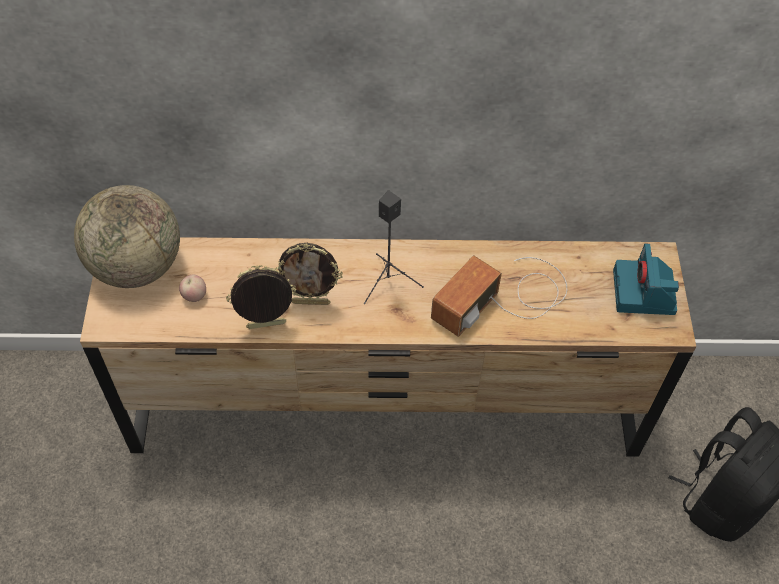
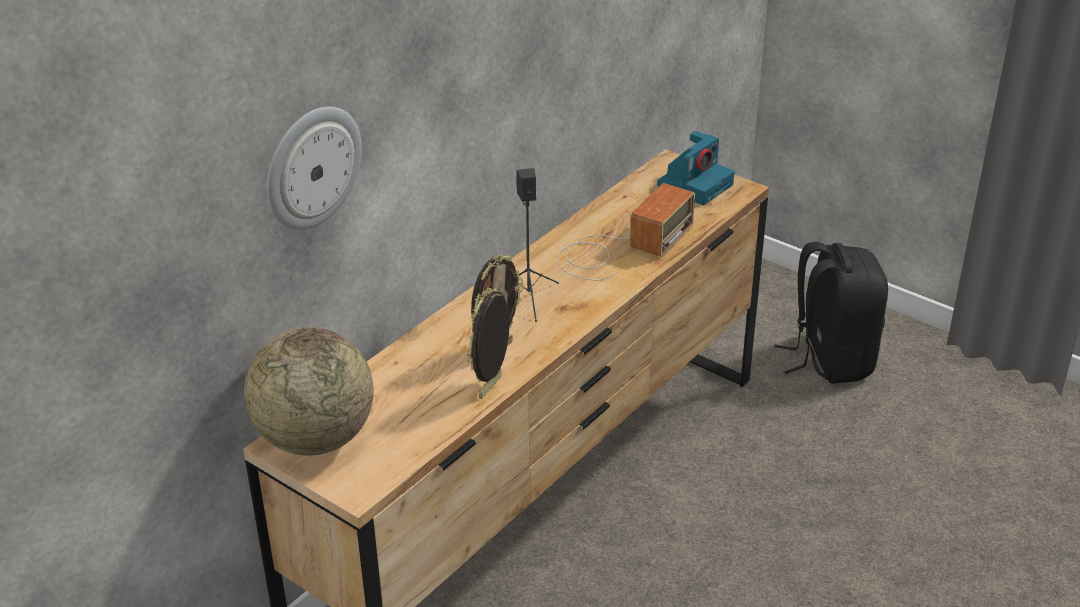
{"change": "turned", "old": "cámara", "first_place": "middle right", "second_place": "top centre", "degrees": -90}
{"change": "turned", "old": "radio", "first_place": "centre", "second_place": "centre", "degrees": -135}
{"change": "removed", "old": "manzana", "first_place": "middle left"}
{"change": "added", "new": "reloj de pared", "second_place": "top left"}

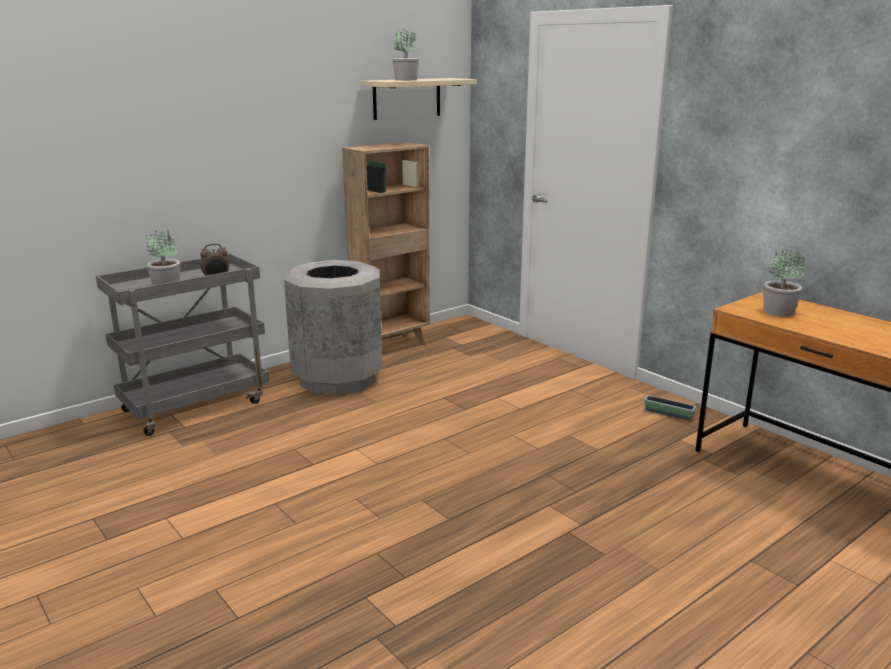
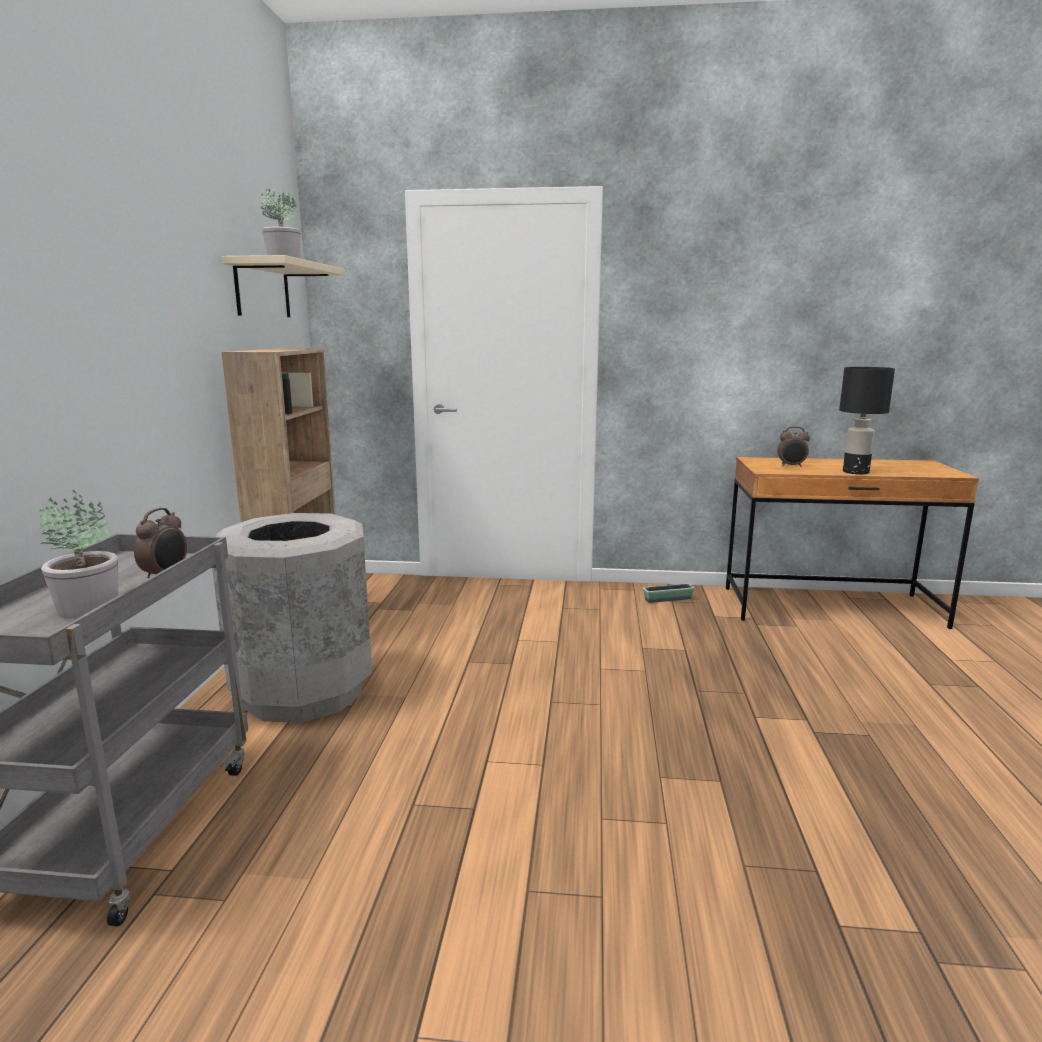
{"change": "replaced", "old": "planta en maceta (3rd from left)", "new": "despertador (2nd from left)", "first_place": "middle right", "second_place": "middle right"}
{"change": "added", "new": "lámpara de mesa (negro)", "second_place": "middle right"}

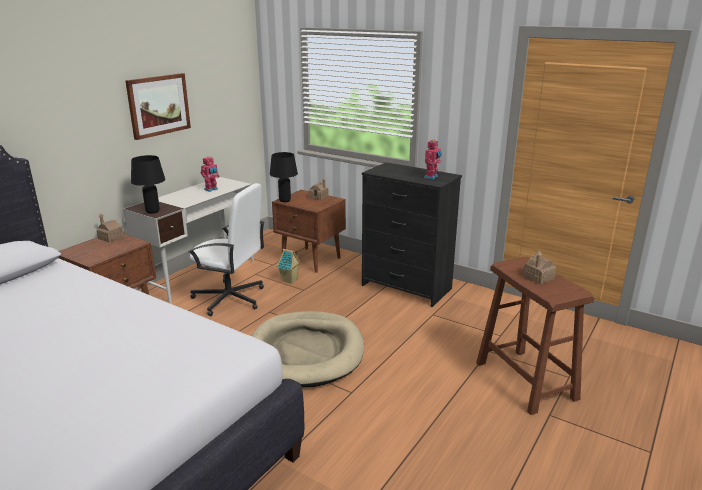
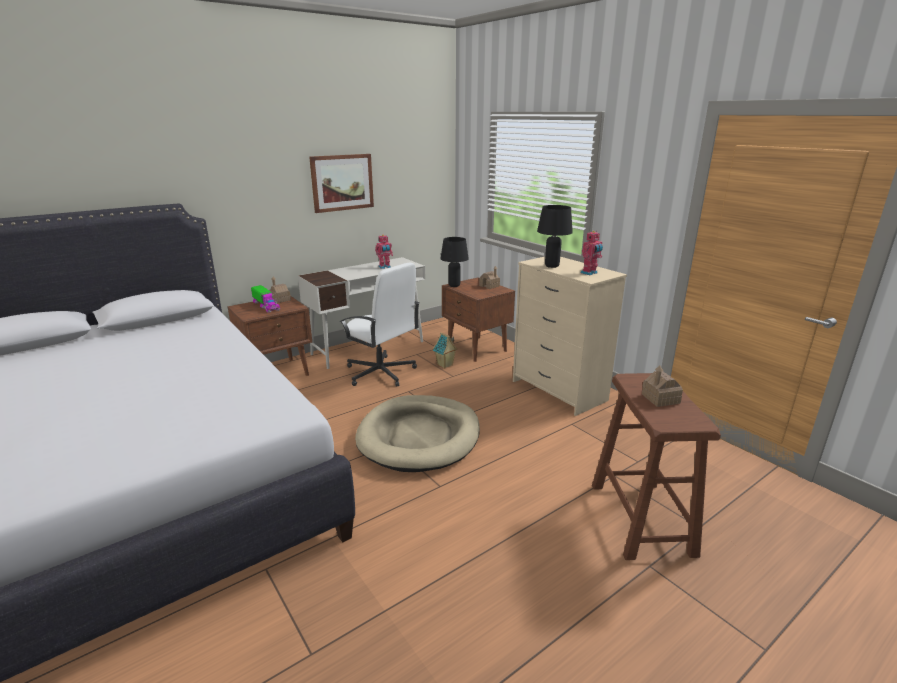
{"change": "moved", "old": "lámpara de mesa (negro) (1st from left in the first image)", "new": "lámpara de mesa (negro) (2nd from left)", "first_place": "middle left", "second_place": "centre"}
{"change": "recoloured", "old": "cómoda (negro)", "new": "cómoda (beis)", "first_place": "centre", "second_place": "centre"}
{"change": "added", "new": "camión de juguete", "second_place": "middle left"}

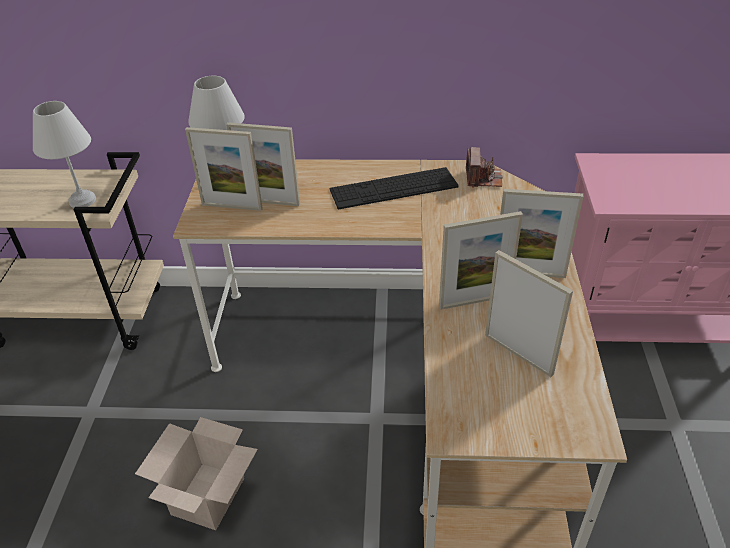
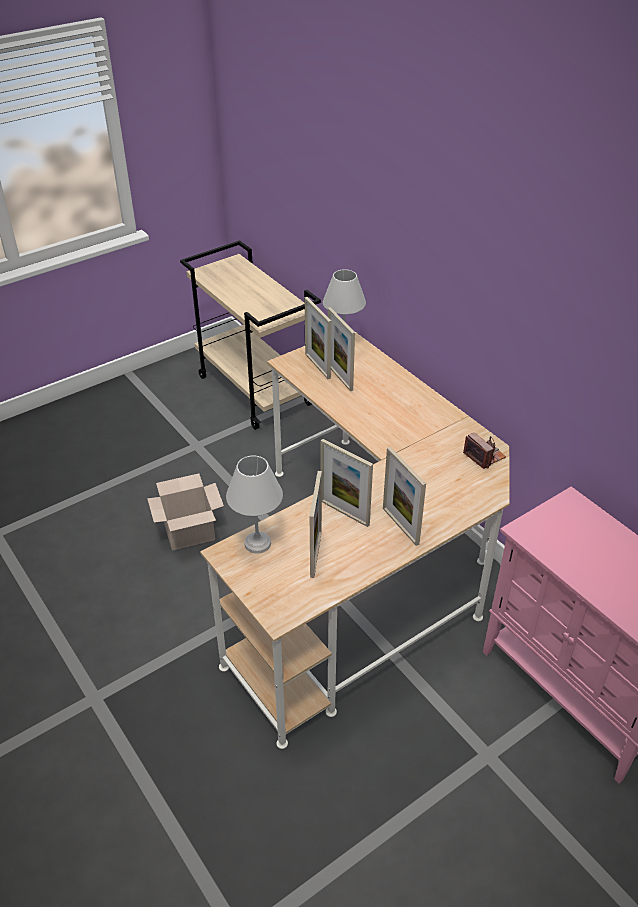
{"change": "moved", "old": "lámpara de mesa (blanco) (1st from left)", "first_place": "top left", "second_place": "centre"}
{"change": "turned", "old": "cámara", "first_place": "top centre", "second_place": "middle right", "degrees": -90}
{"change": "removed", "old": "teclado", "first_place": "centre"}

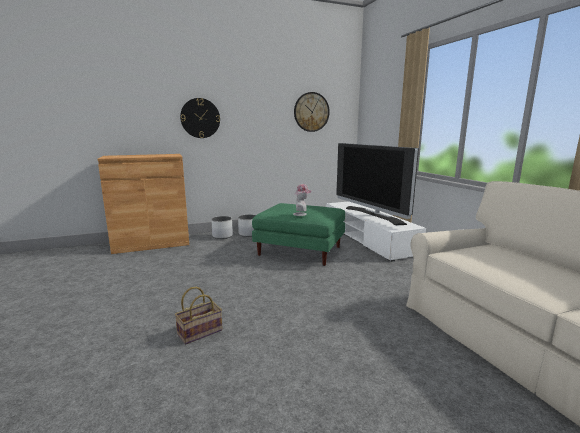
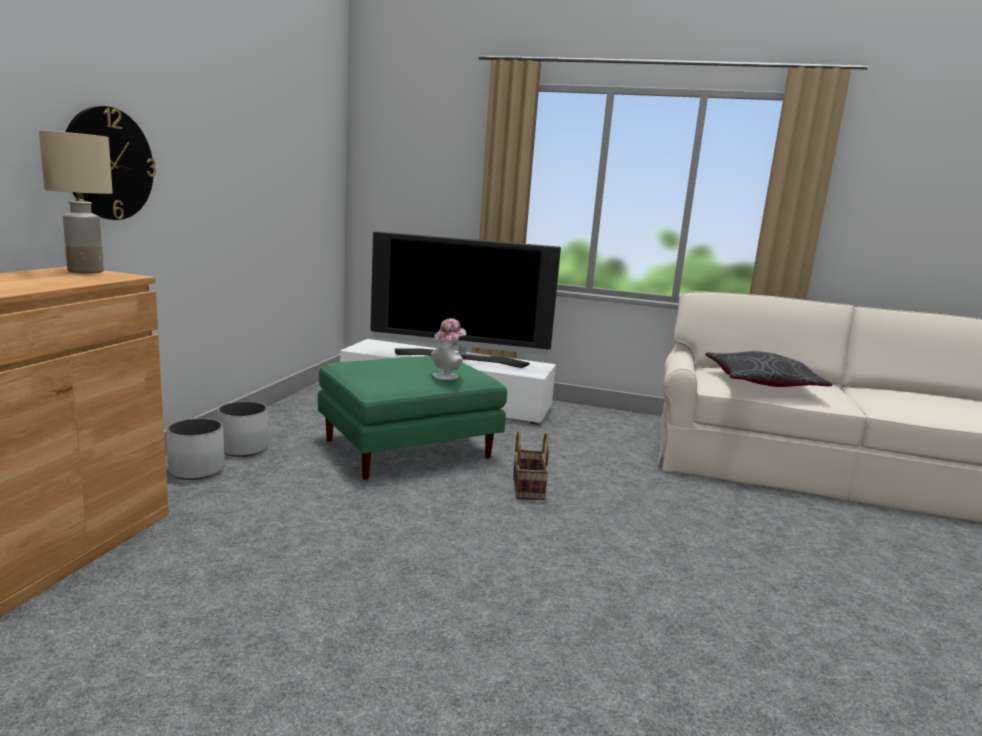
{"change": "removed", "old": "reloj de pared (2nd from left)", "first_place": "top centre"}
{"change": "moved", "old": "cesta", "first_place": "bottom centre", "second_place": "centre"}
{"change": "added", "new": "lámpara de mesa (beis)", "second_place": "top left"}
{"change": "added", "new": "cojín (gris)", "second_place": "middle right"}

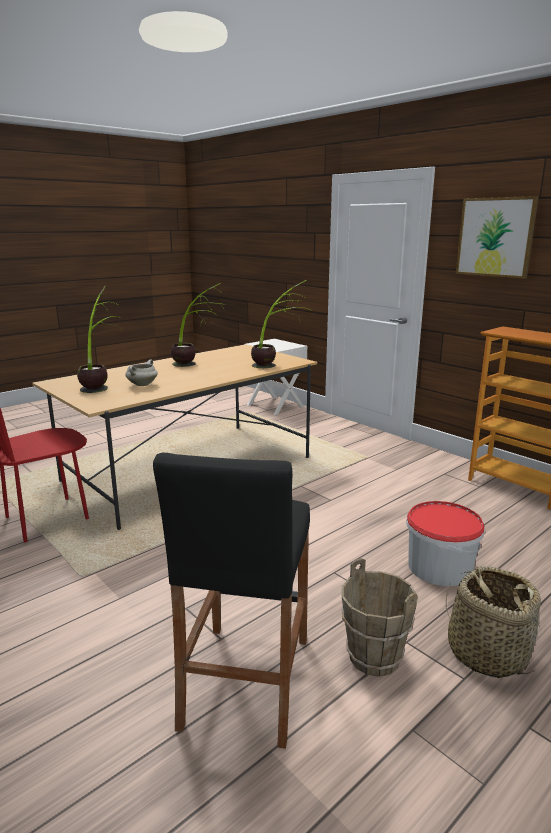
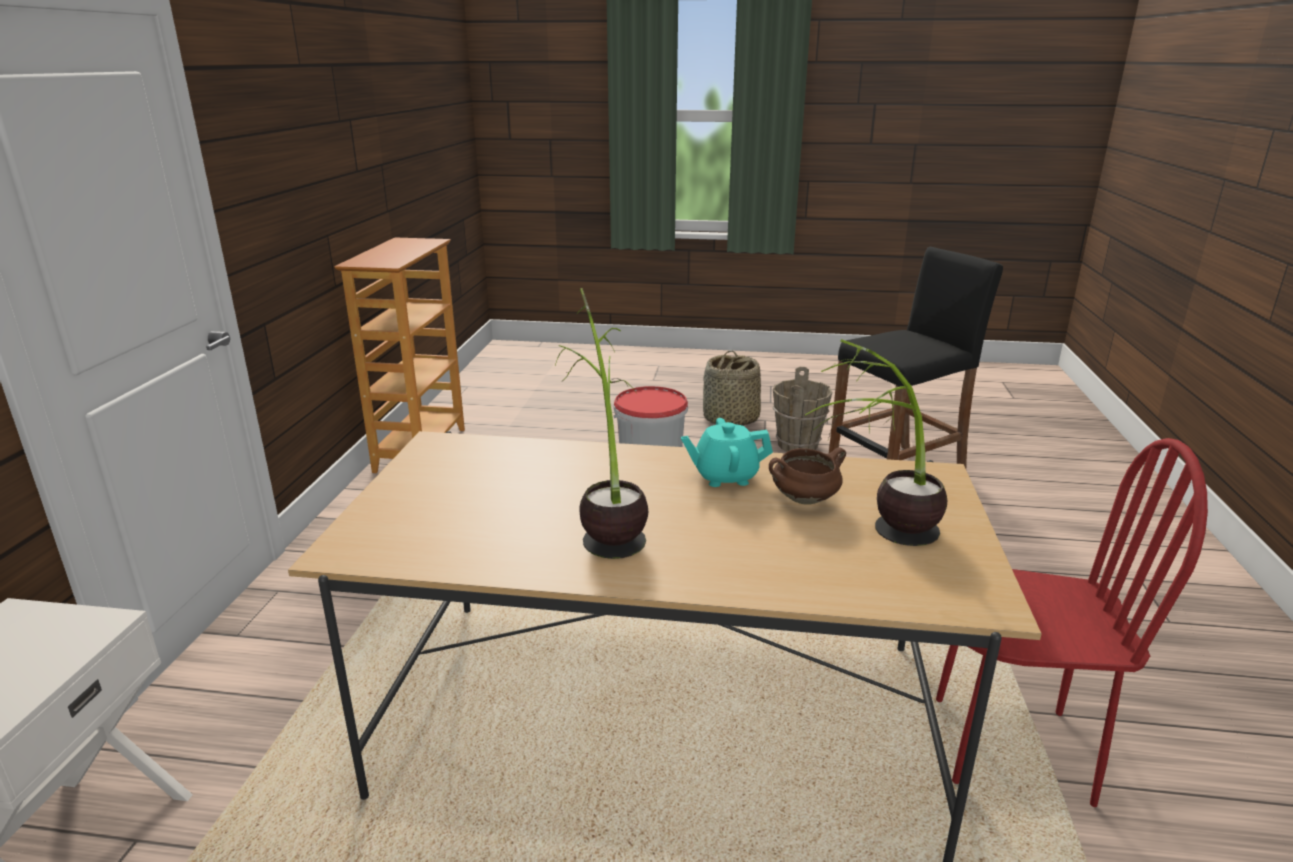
{"change": "removed", "old": "cuadro", "first_place": "top right"}
{"change": "removed", "old": "planta en maceta (3rd from left)", "first_place": "centre"}
{"change": "recoloured", "old": "olla (blanco)", "new": "olla (marrón)", "first_place": "middle left", "second_place": "centre"}
{"change": "added", "new": "tetera (turquesa)", "second_place": "centre"}

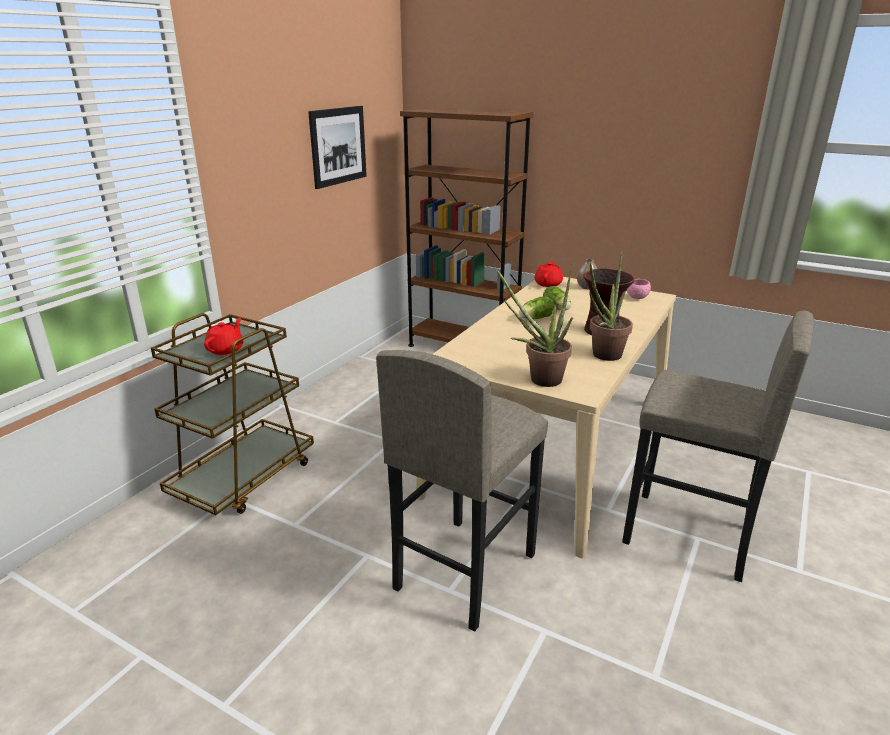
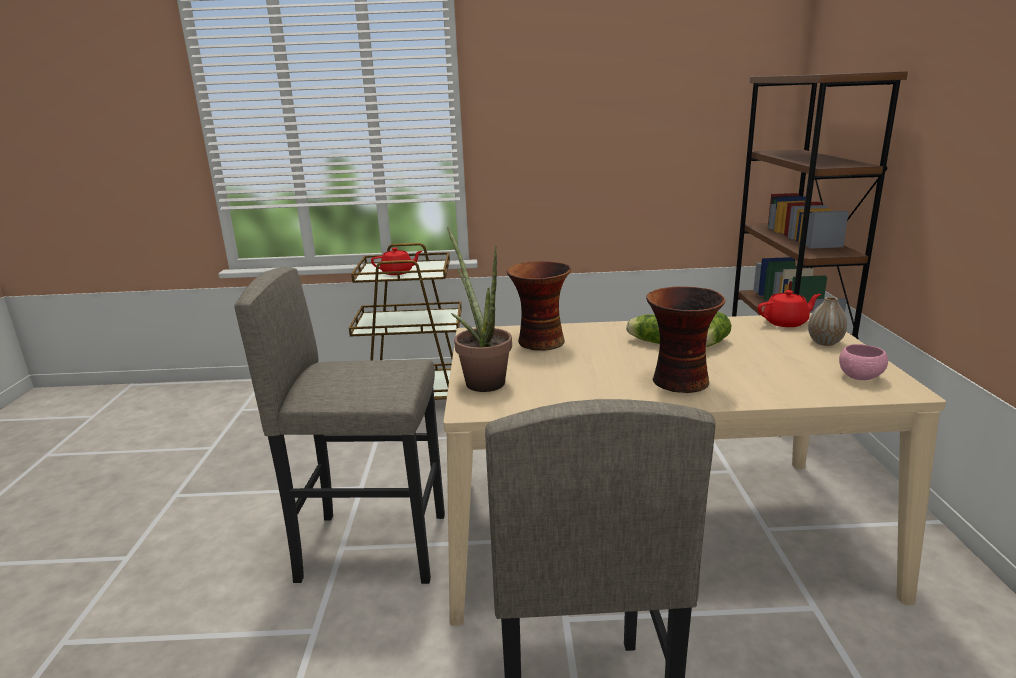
{"change": "removed", "old": "cuadro", "first_place": "top centre"}
{"change": "removed", "old": "planta en maceta (2nd from left)", "first_place": "middle right"}
{"change": "added", "new": "florero (1st from left)", "second_place": "centre"}

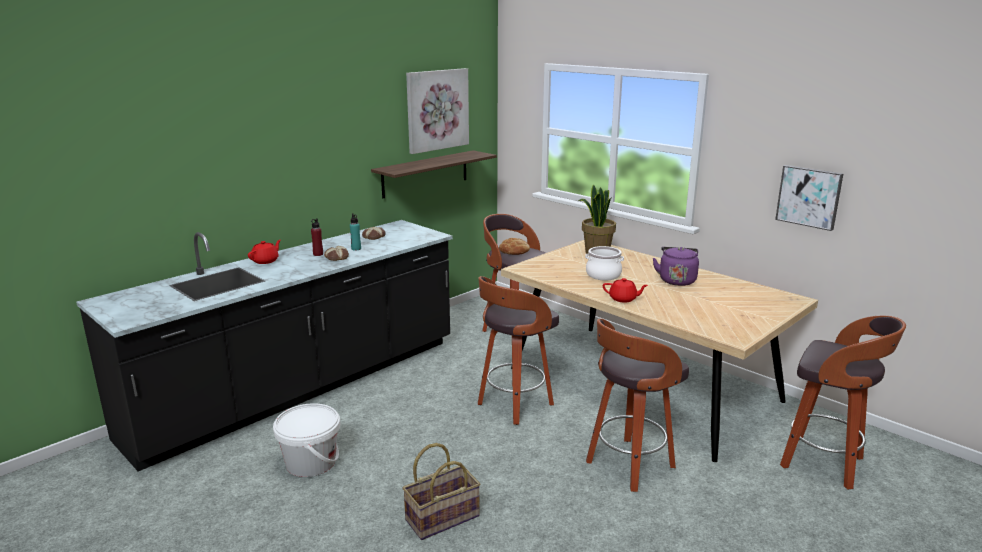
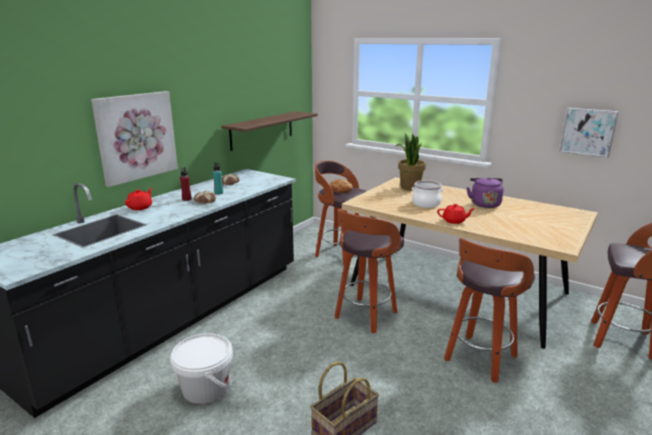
{"change": "moved", "old": "cuadro (1st from left)", "first_place": "top centre", "second_place": "top left"}

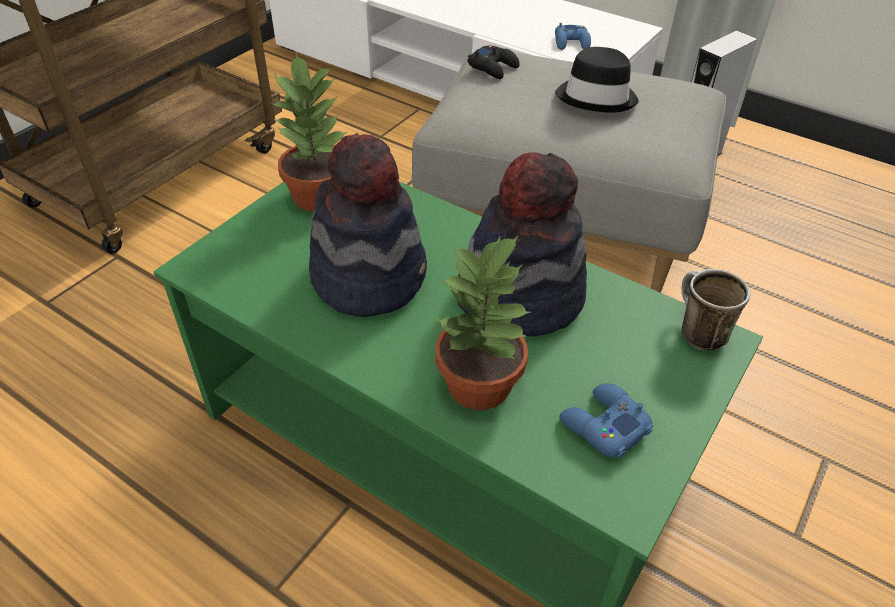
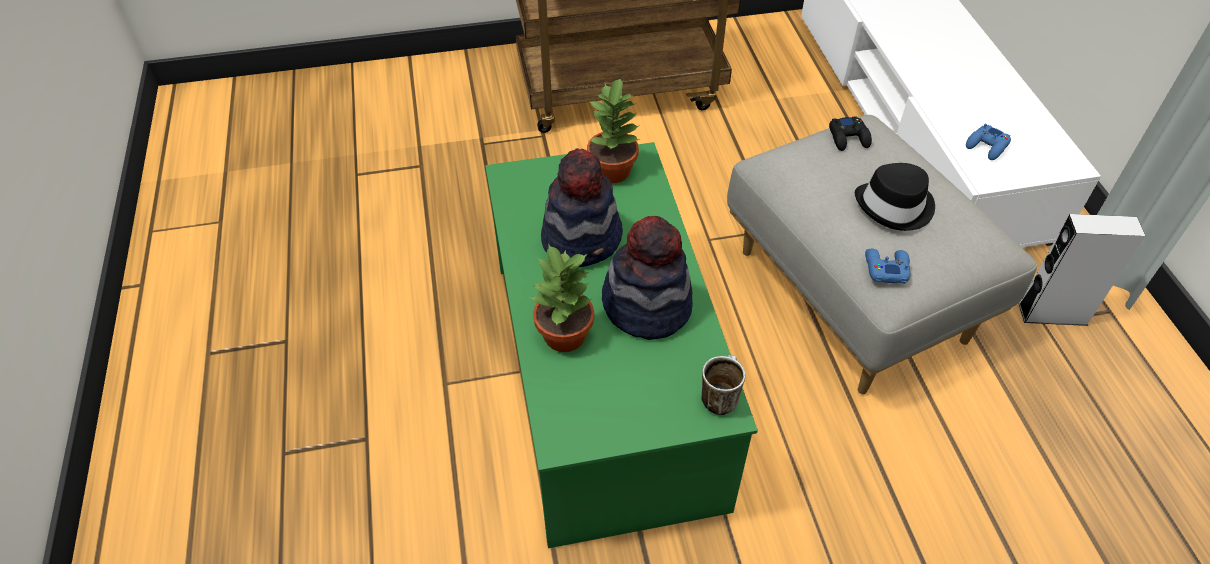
{"change": "moved", "old": "mando de consola (azul) (2nd from left in the first image)", "new": "mando de consola (azul) (1st from left)", "first_place": "bottom right", "second_place": "middle right"}

